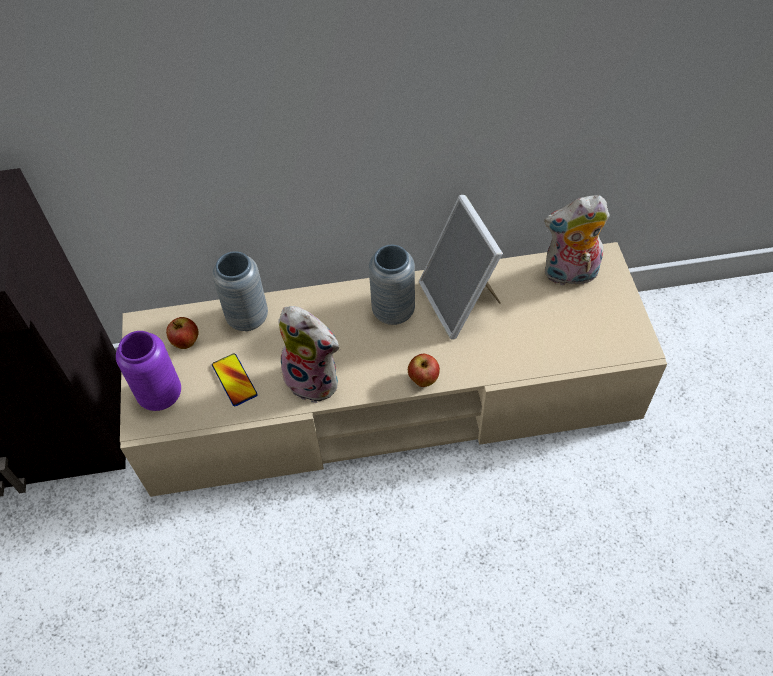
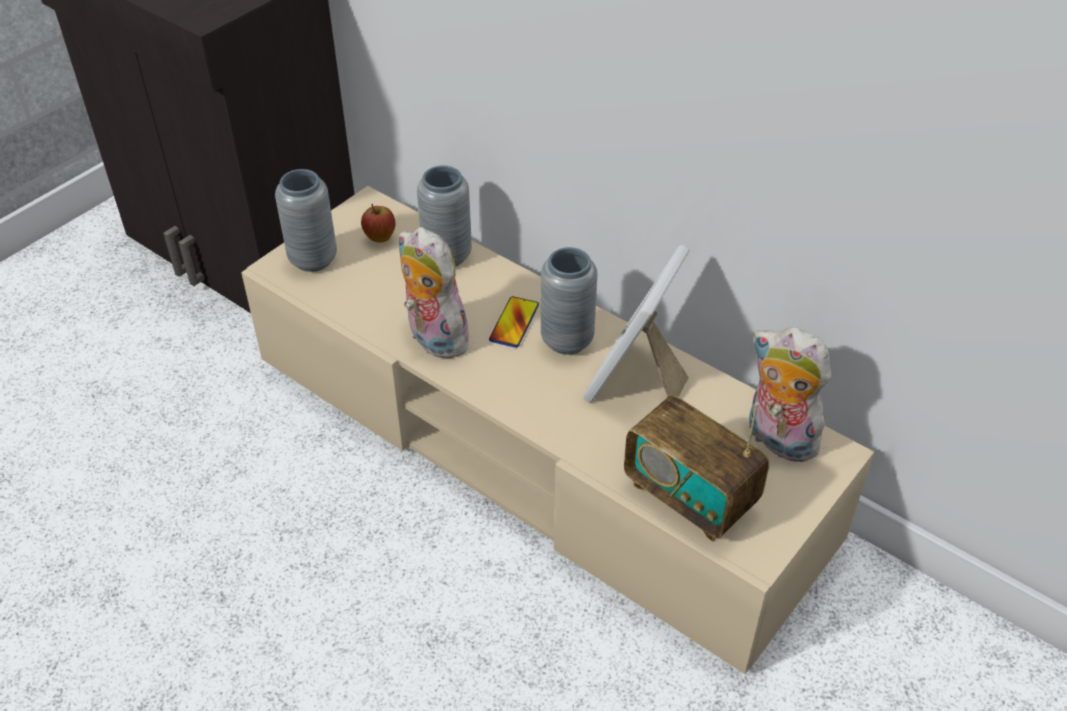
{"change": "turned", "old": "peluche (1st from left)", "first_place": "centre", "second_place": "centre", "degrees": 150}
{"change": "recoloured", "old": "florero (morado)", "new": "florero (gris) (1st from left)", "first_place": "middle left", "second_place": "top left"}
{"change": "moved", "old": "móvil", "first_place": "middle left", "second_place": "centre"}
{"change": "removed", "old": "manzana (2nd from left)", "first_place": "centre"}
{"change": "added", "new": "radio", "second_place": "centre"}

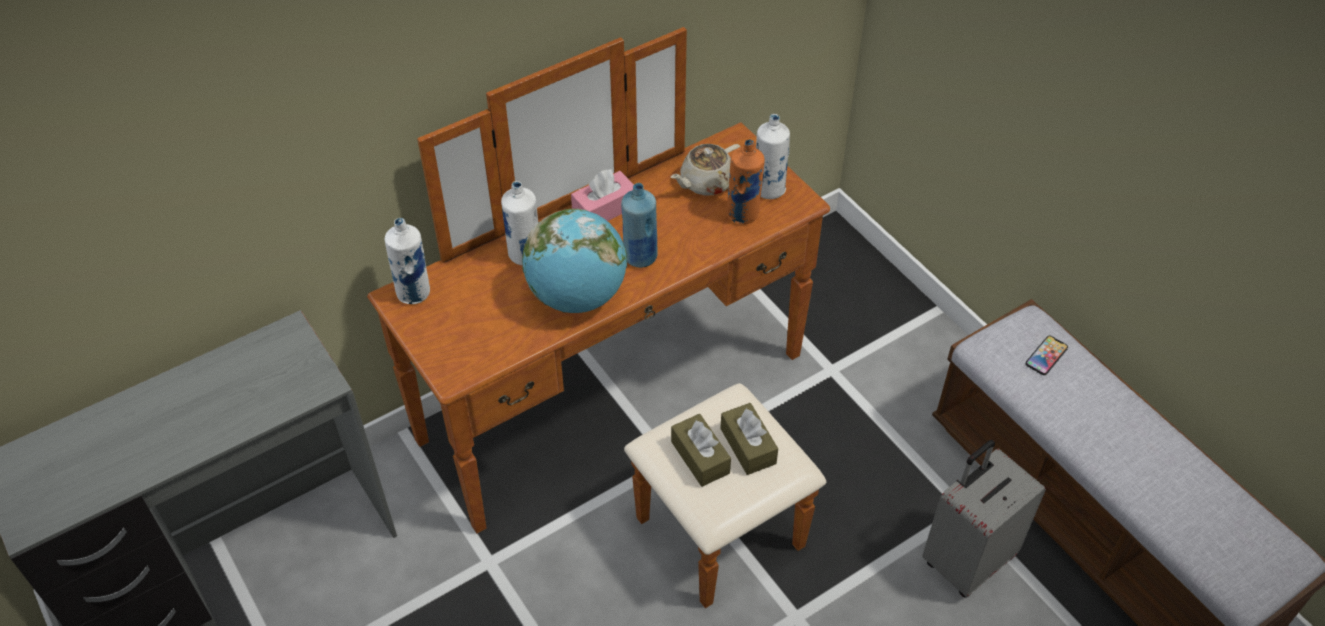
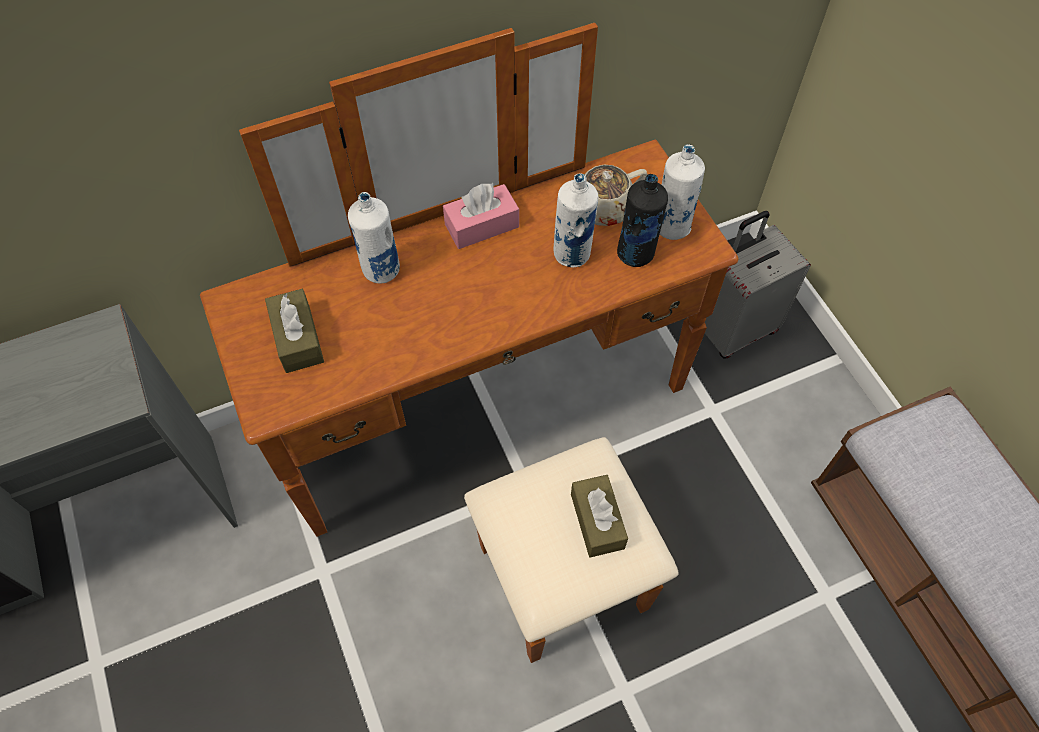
{"change": "recoloured", "old": "botella (naranja)", "new": "botella (negro)", "first_place": "top centre", "second_place": "top centre"}
{"change": "removed", "old": "botella (azul)", "first_place": "centre"}
{"change": "removed", "old": "globo terráqueo", "first_place": "centre"}
{"change": "moved", "old": "botella (blanco) (1st from left in the first image)", "new": "botella (blanco) (2nd from left)", "first_place": "middle left", "second_place": "top centre"}
{"change": "removed", "old": "móvil", "first_place": "middle right"}
{"change": "moved", "old": "caja de pañuelos (marrón) (1st from left)", "first_place": "bottom centre", "second_place": "middle left"}
{"change": "moved", "old": "maleta (gris)", "first_place": "bottom right", "second_place": "middle right"}

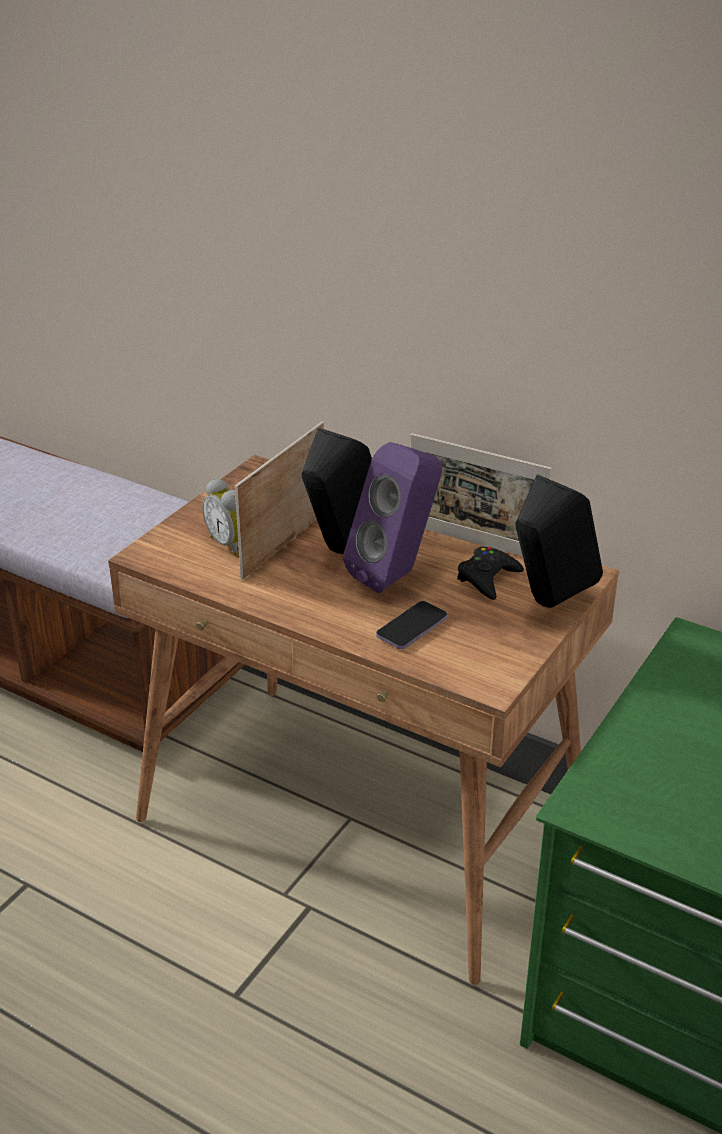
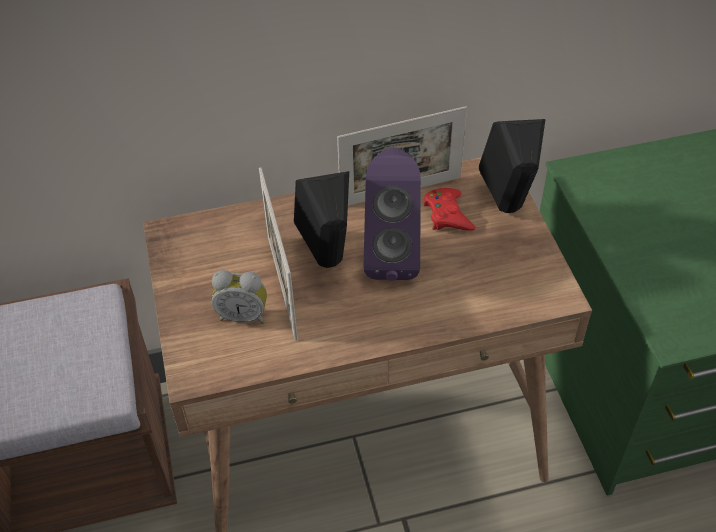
{"change": "recoloured", "old": "mando de consola (negro)", "new": "mando de consola (rojo)", "first_place": "middle right", "second_place": "centre"}
{"change": "removed", "old": "móvil", "first_place": "centre"}

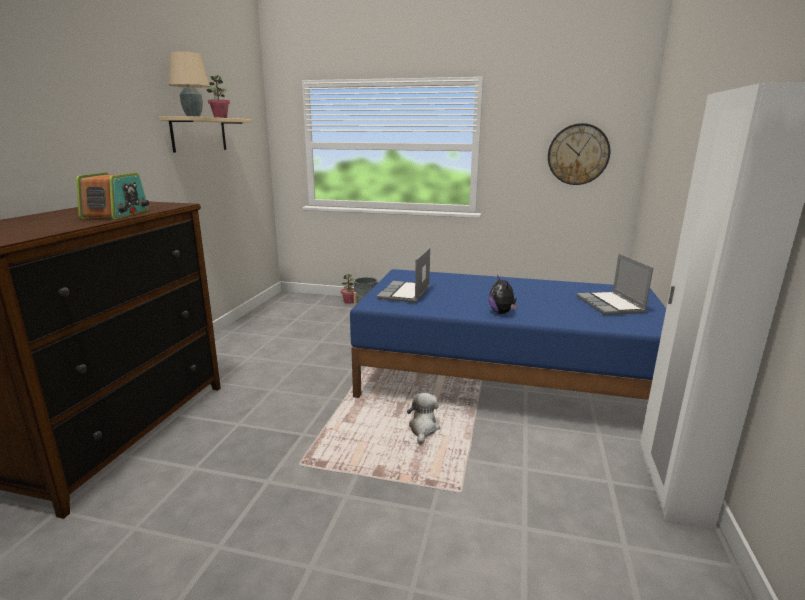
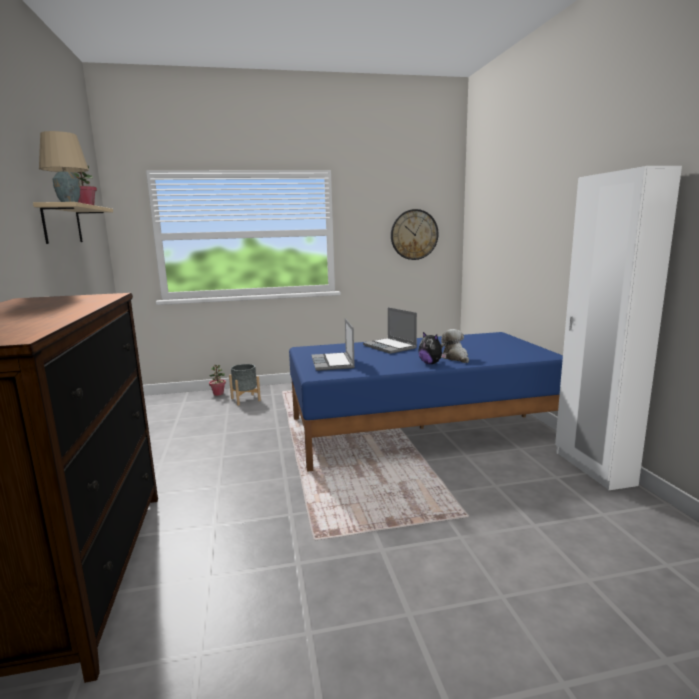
{"change": "removed", "old": "radio", "first_place": "top left"}
{"change": "moved", "old": "portátil (2nd from left)", "first_place": "middle right", "second_place": "centre"}
{"change": "moved", "old": "peluche (1st from left in the first image)", "new": "peluche (2nd from left)", "first_place": "bottom centre", "second_place": "centre"}

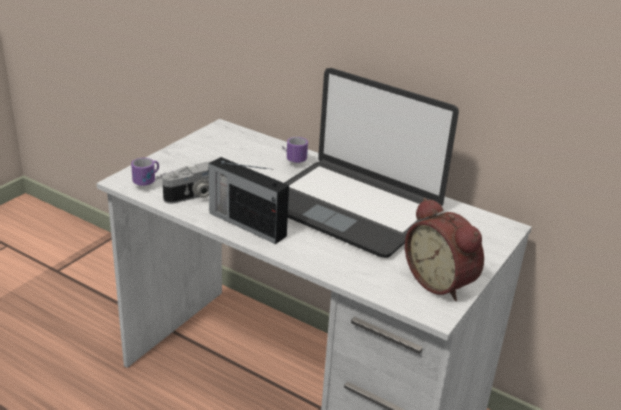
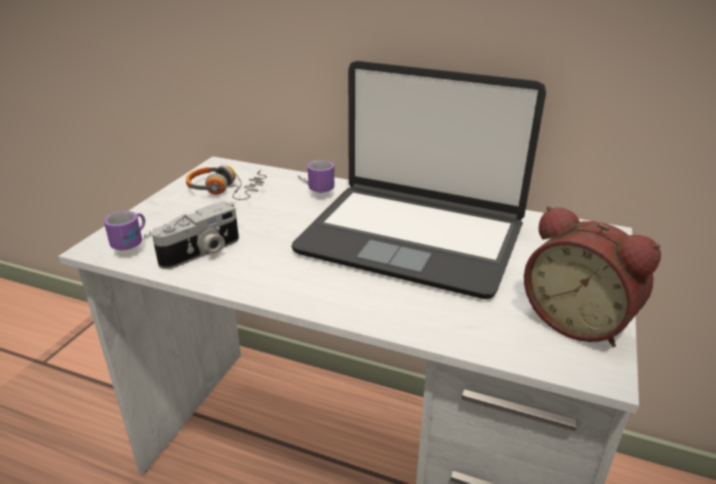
{"change": "removed", "old": "radio", "first_place": "centre"}
{"change": "added", "new": "auriculares", "second_place": "middle left"}

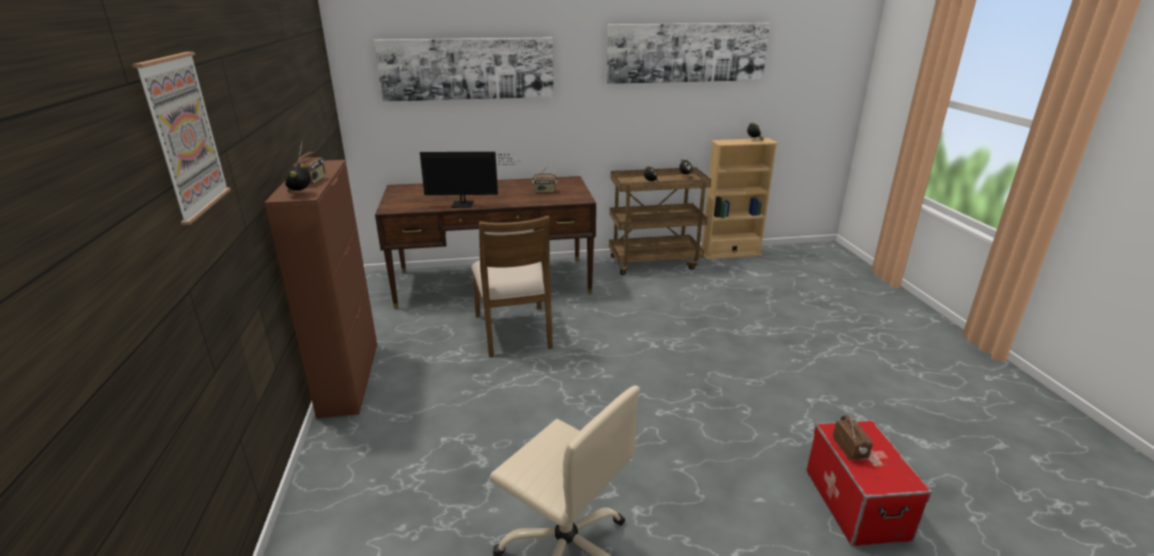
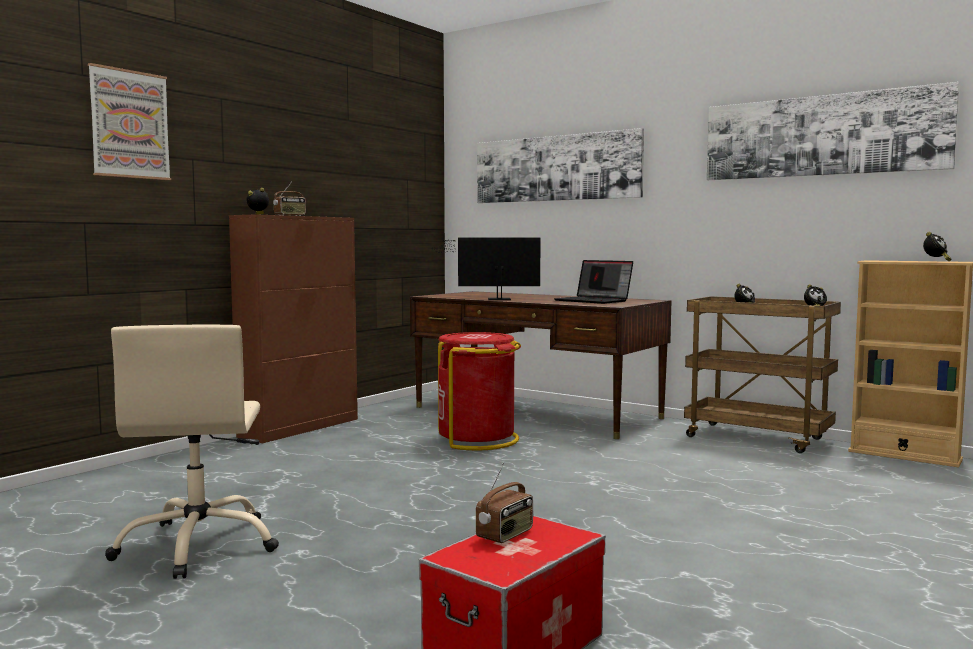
{"change": "turned", "old": "monitor", "first_place": "top centre", "second_place": "centre", "degrees": 135}
{"change": "replaced", "old": "radio (2nd from left)", "new": "portátil", "first_place": "top centre", "second_place": "centre"}
{"change": "replaced", "old": "silla (marrón)", "new": "papelera (rojo)", "first_place": "centre", "second_place": "centre"}

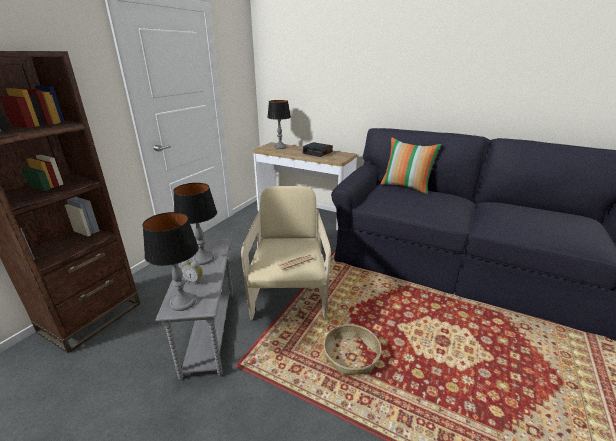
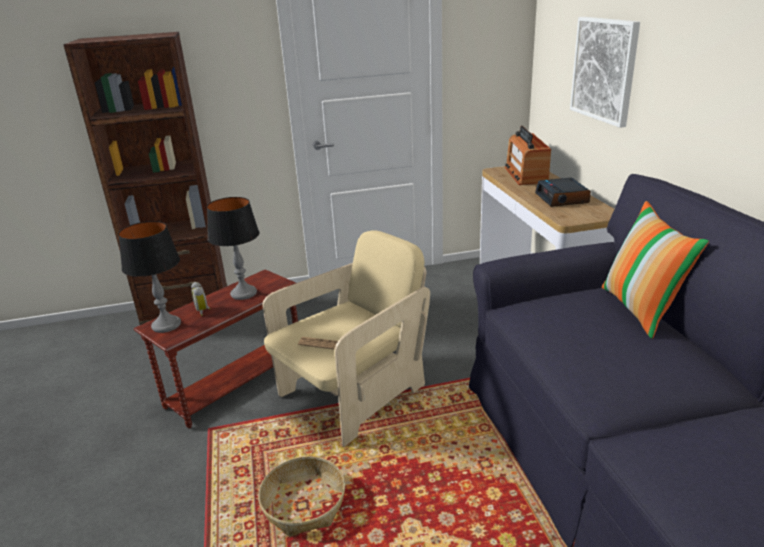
{"change": "replaced", "old": "lámpara de mesa (3rd from left)", "new": "radio", "first_place": "top centre", "second_place": "top right"}
{"change": "recoloured", "old": "mesa auxiliar (gris)", "new": "mesa auxiliar (marrón)", "first_place": "bottom left", "second_place": "middle left"}
{"change": "added", "new": "cuadro", "second_place": "top right"}

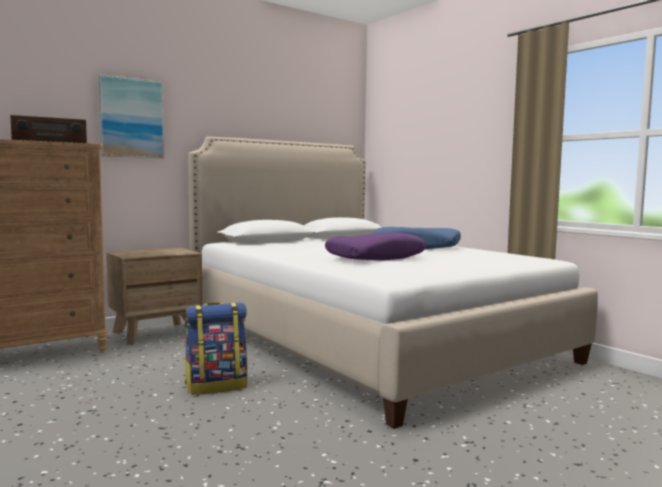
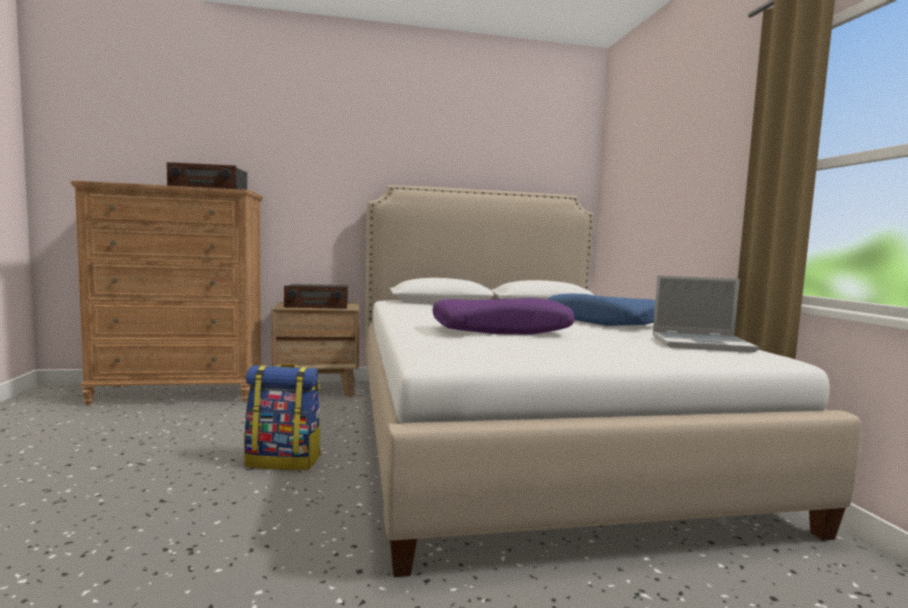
{"change": "removed", "old": "cuadro", "first_place": "top left"}
{"change": "added", "new": "portátil", "second_place": "middle right"}
{"change": "added", "new": "radio (2nd from left)", "second_place": "centre"}

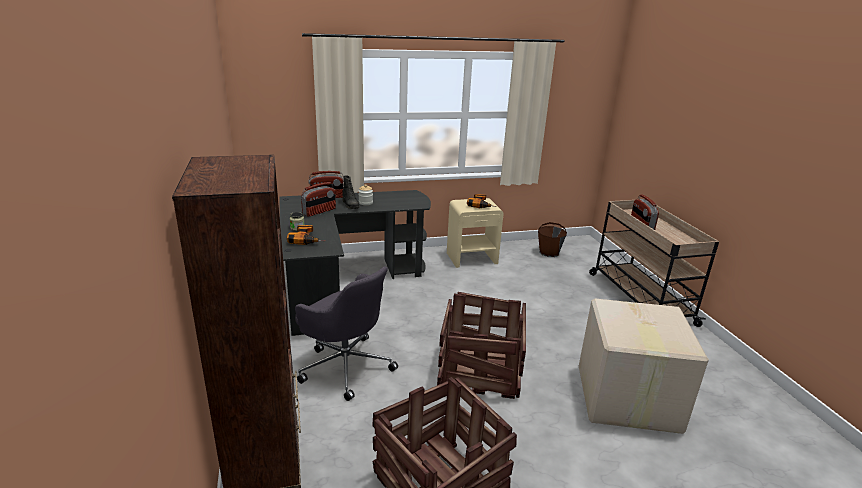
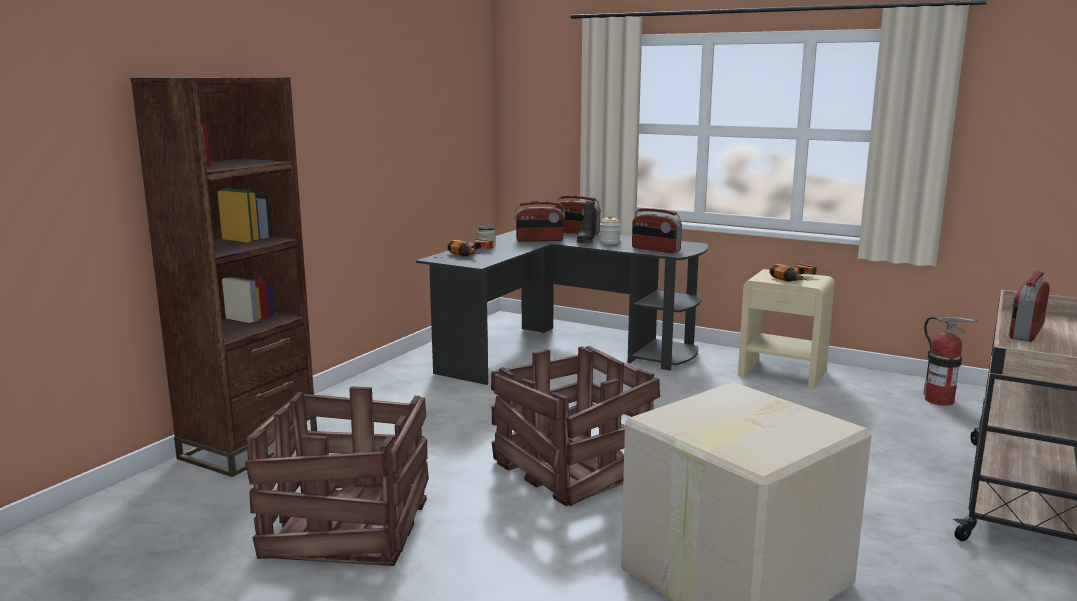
{"change": "replaced", "old": "cubo (marrón)", "new": "extintor", "first_place": "centre", "second_place": "middle right"}
{"change": "removed", "old": "silla de oficina (gris)", "first_place": "bottom centre"}
{"change": "added", "new": "radio (3rd from left)", "second_place": "centre"}

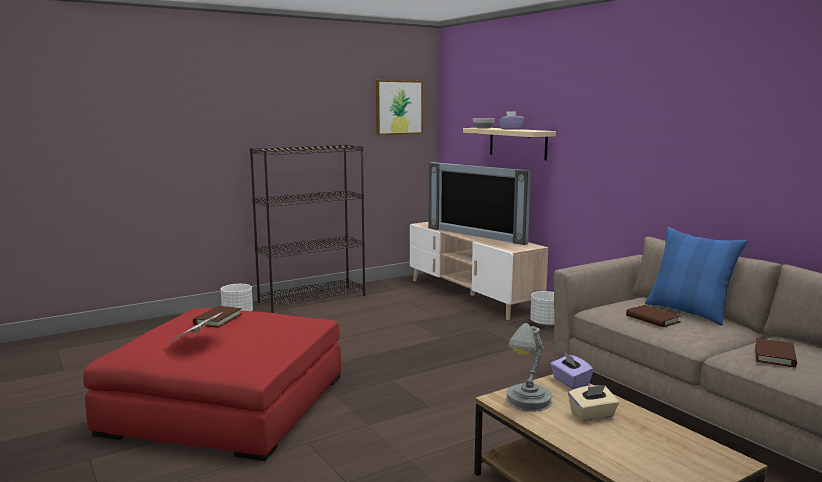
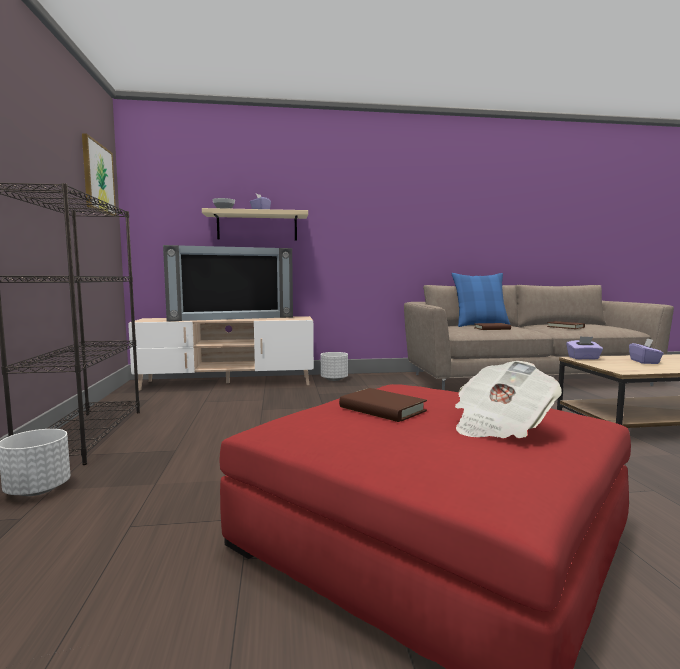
{"change": "removed", "old": "lámpara de mesa (gris)", "first_place": "bottom centre"}
{"change": "recoloured", "old": "caja de pañuelos (beis)", "new": "caja de pañuelos (morado) (3rd from left)", "first_place": "bottom right", "second_place": "middle right"}

